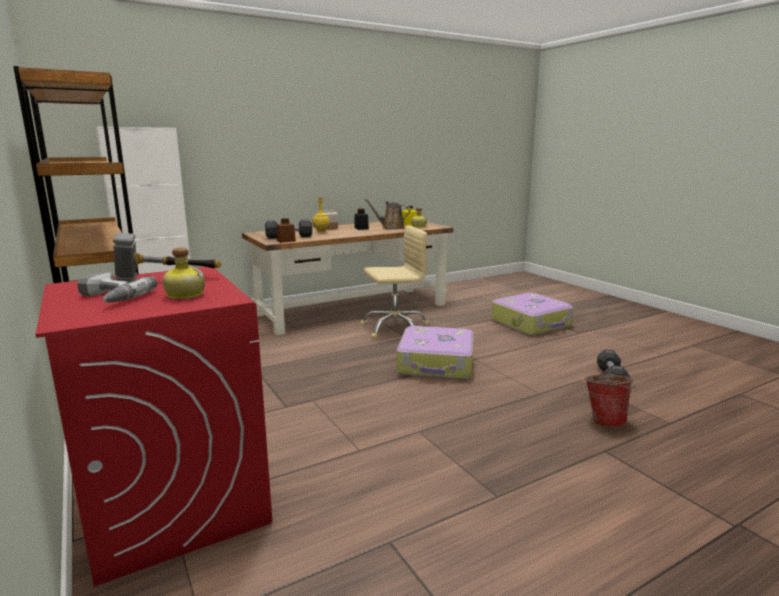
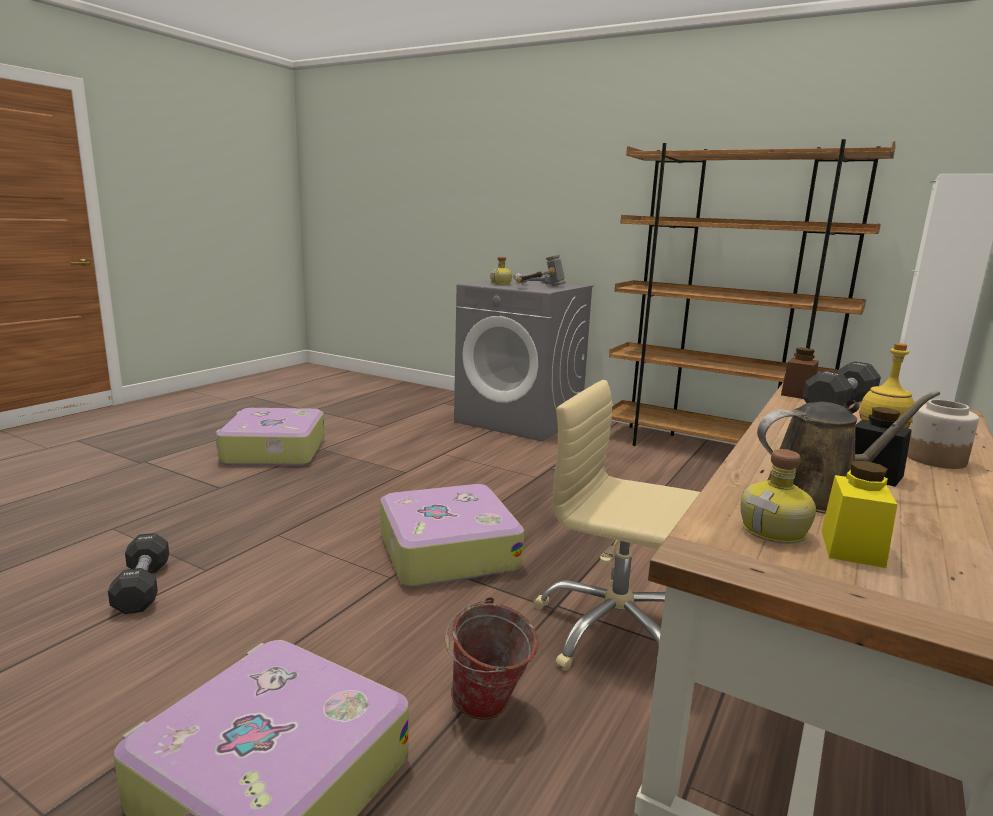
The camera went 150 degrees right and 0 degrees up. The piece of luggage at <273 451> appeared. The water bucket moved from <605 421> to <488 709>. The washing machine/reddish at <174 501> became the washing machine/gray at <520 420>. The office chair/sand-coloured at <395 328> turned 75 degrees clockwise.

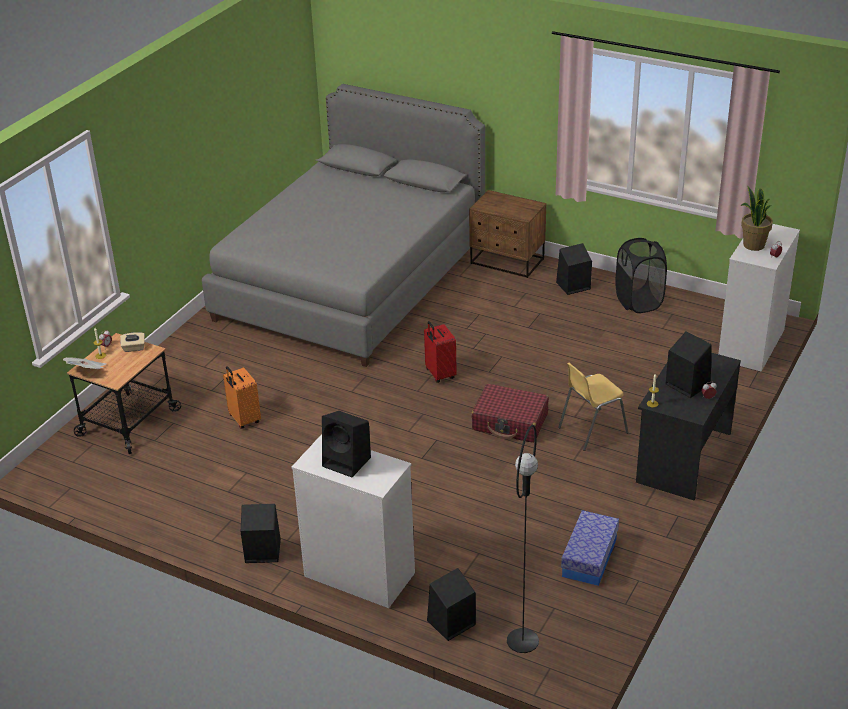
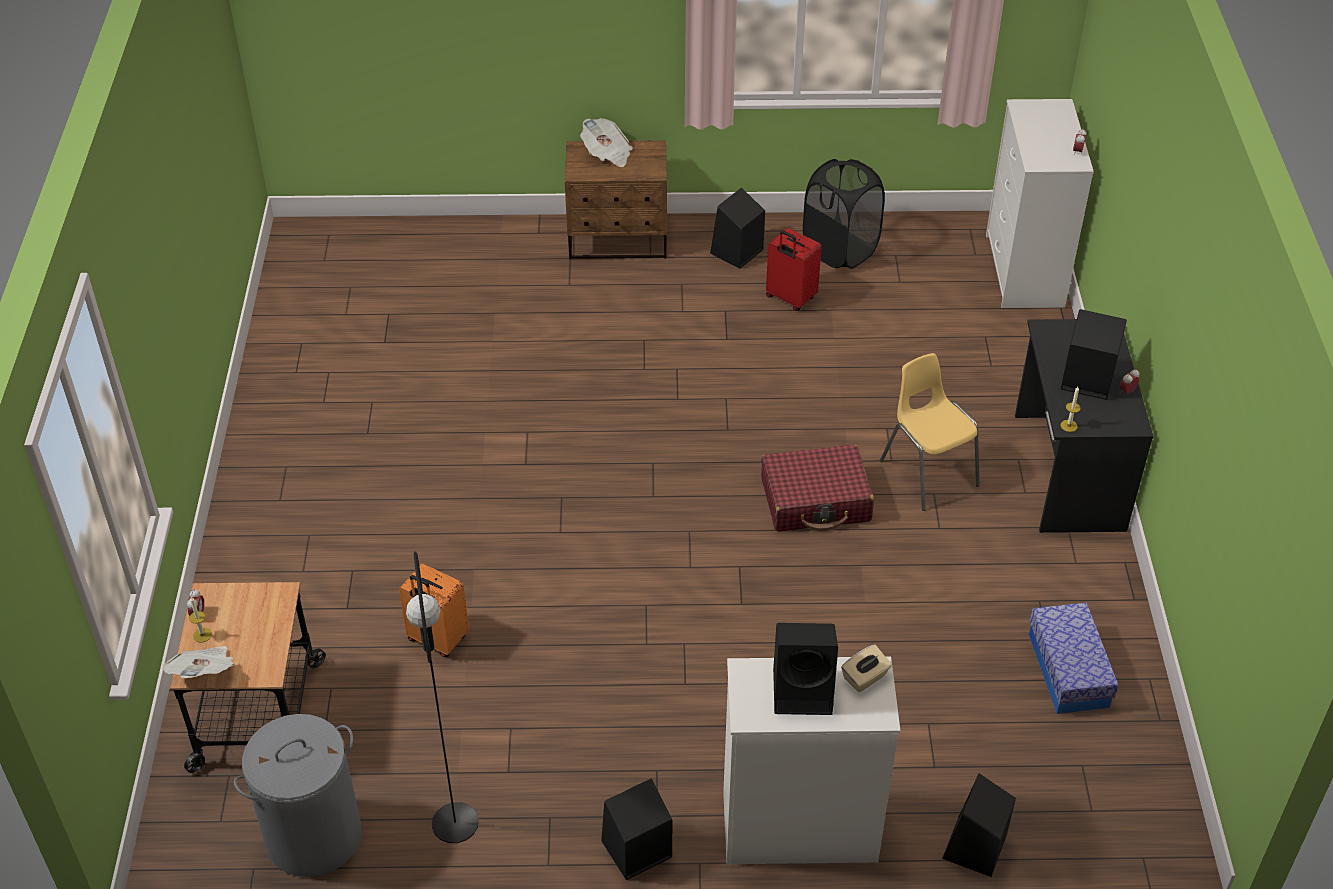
The camera went 30 degrees left and 10 degrees up. The washing basket/gray at <314 836> appeared. The standard lamp/black moved from <523 641> to <455 823>. The newspaper at <607 154> appeared. The piece of luggage/reddish moved from <439 374> to <790 298>. The tissue box/sand-coloured moved from <134 348> to <865 678>. The plain chair/yellow at <591 430> turned 120 degrees clockwise. The sleeping bed/gray at <352 281> disappeared. The plant in a pot at <753 245> disappeared.

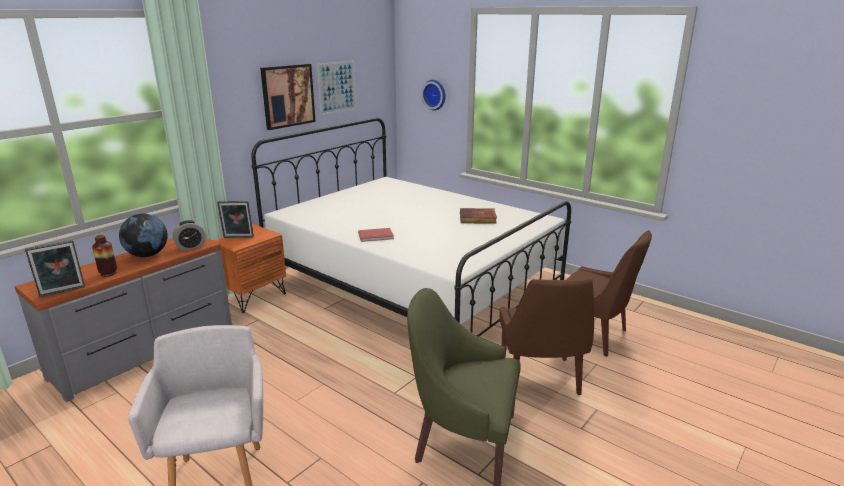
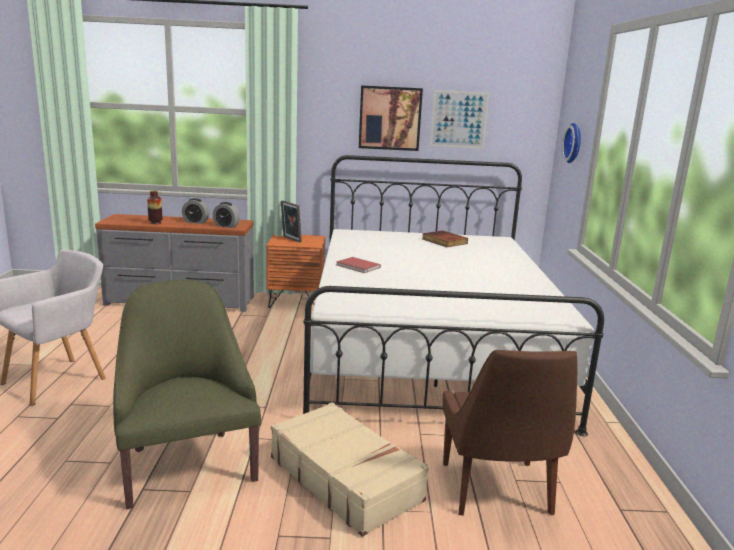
The camera went 50 degrees right and 5 degrees down. The desk globe at <147 255> was replaced by the table clock at <196 222>. The plain chair/brown at <540 379> was replaced by the piece of luggage/sand-coloured at <345 478>. The book moved from <477 218> to <443 241>. The photo frame at <62 292> disappeared.

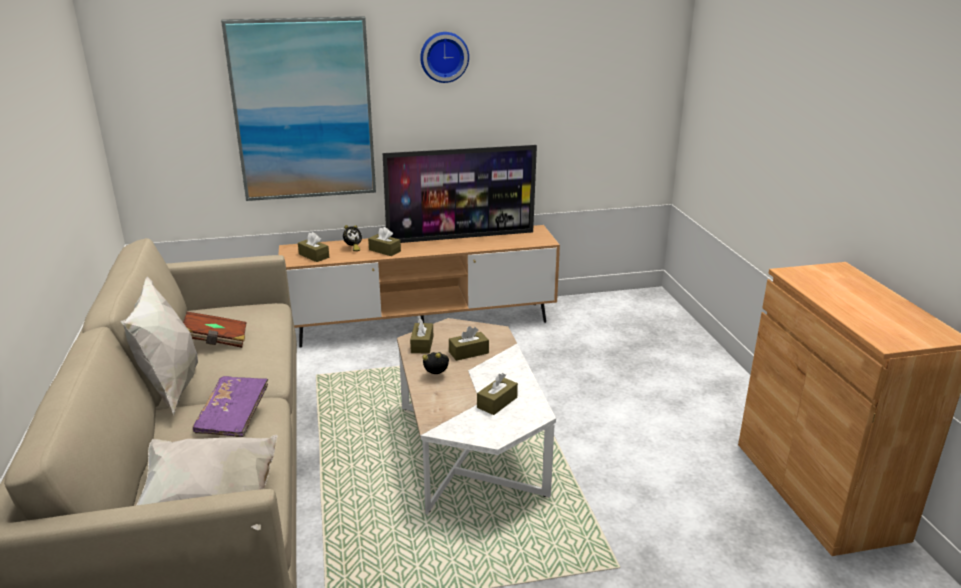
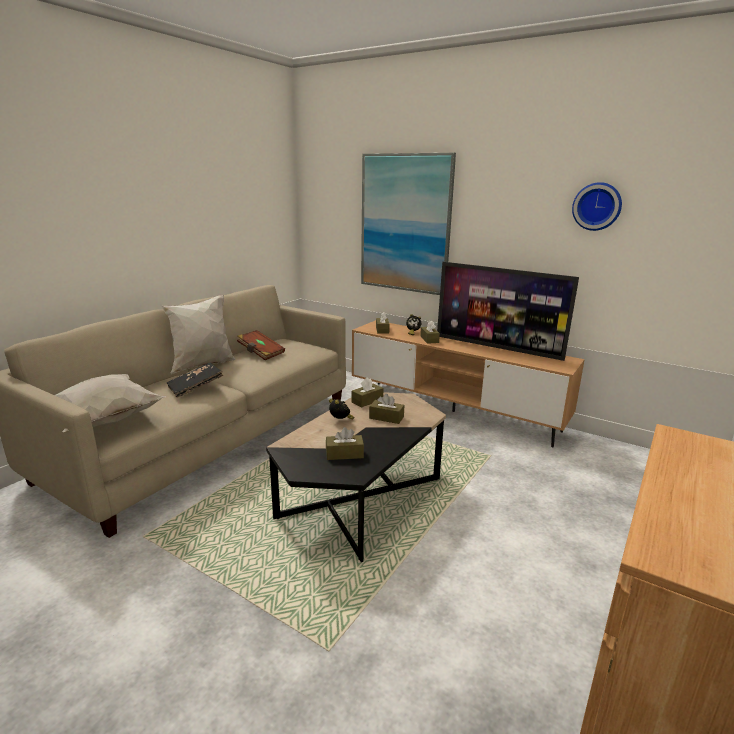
The camera went 45 degrees right and 5 degrees down. The book/purplish at <233 417> became the book/black at <195 388>. The coffee table/white at <469 450> became the coffee table/black at <360 498>. The wall clock moved from <444 56> to <597 206>.

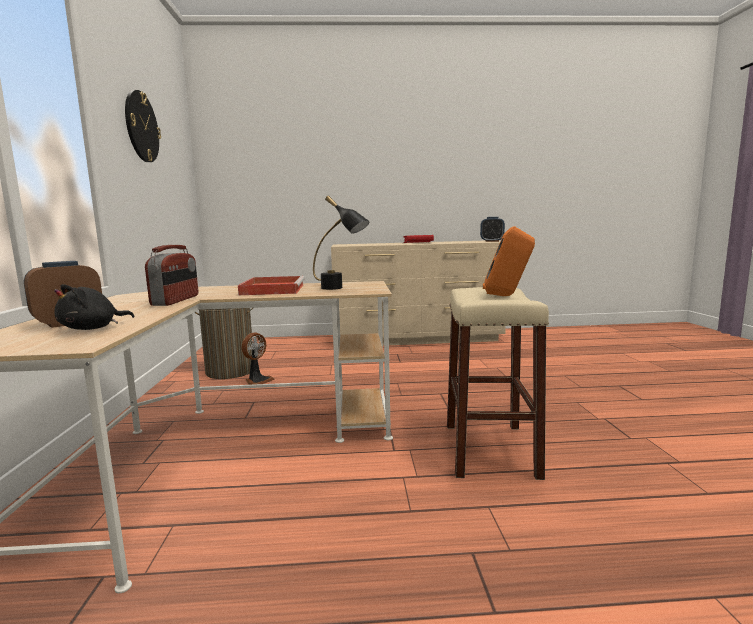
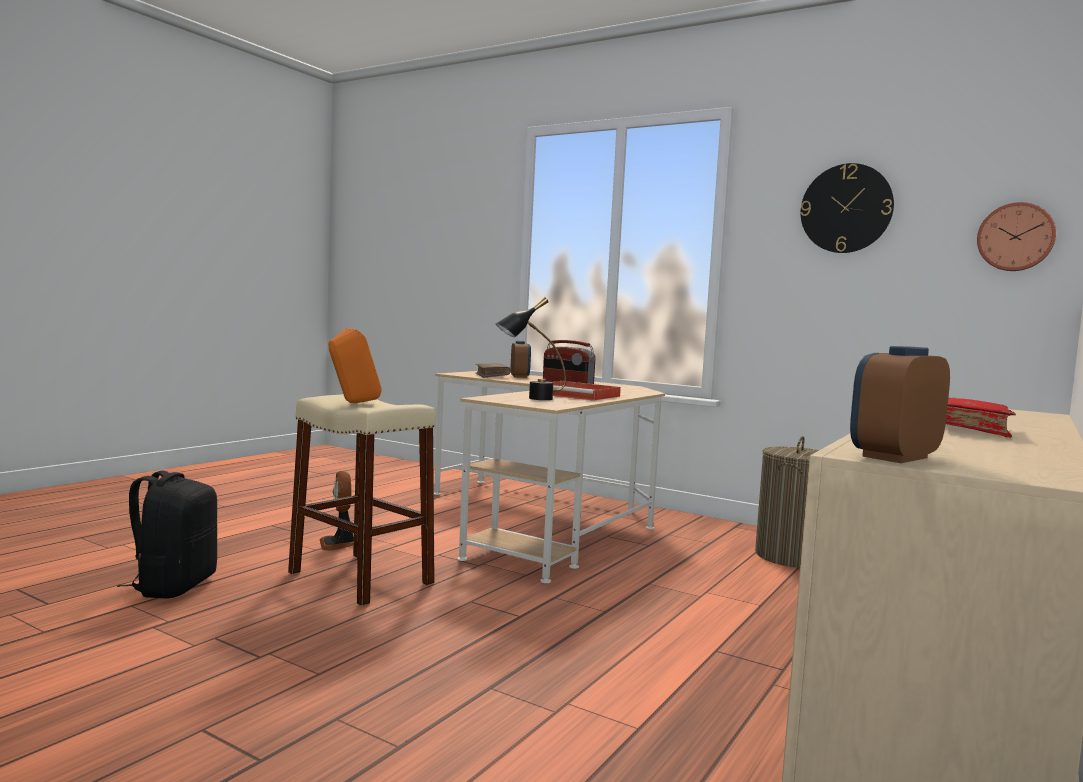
The camera went 125 degrees right and 5 degrees down. The knapsack/black at <173 586> appeared. The cooling fan moved from <257 381> to <338 544>. The plush toy/black at <92 328> was replaced by the book/brown at <492 376>. The wall clock at <1015 237> appeared.

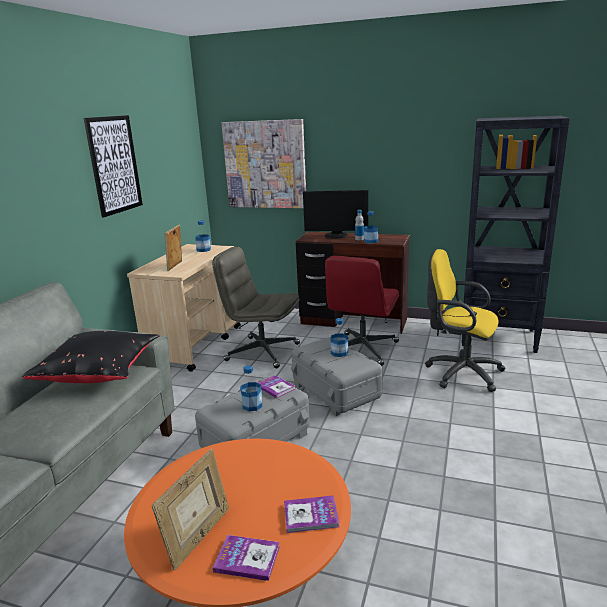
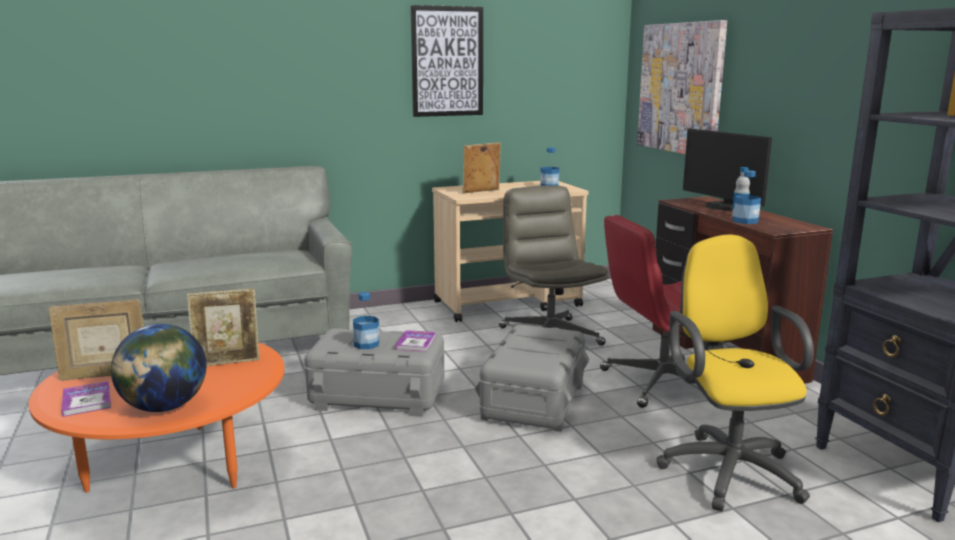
The camera went 50 degrees right and 5 degrees down. The book at <311 515> was replaced by the desk globe at <164 407>. The photo frame at <227 362> appeared. The pillow/black at <100 373> disappeared. The bottle at <339 353> disappeared.

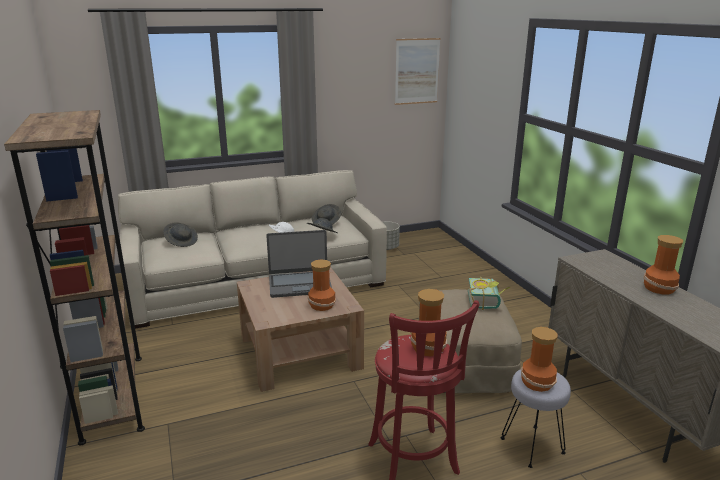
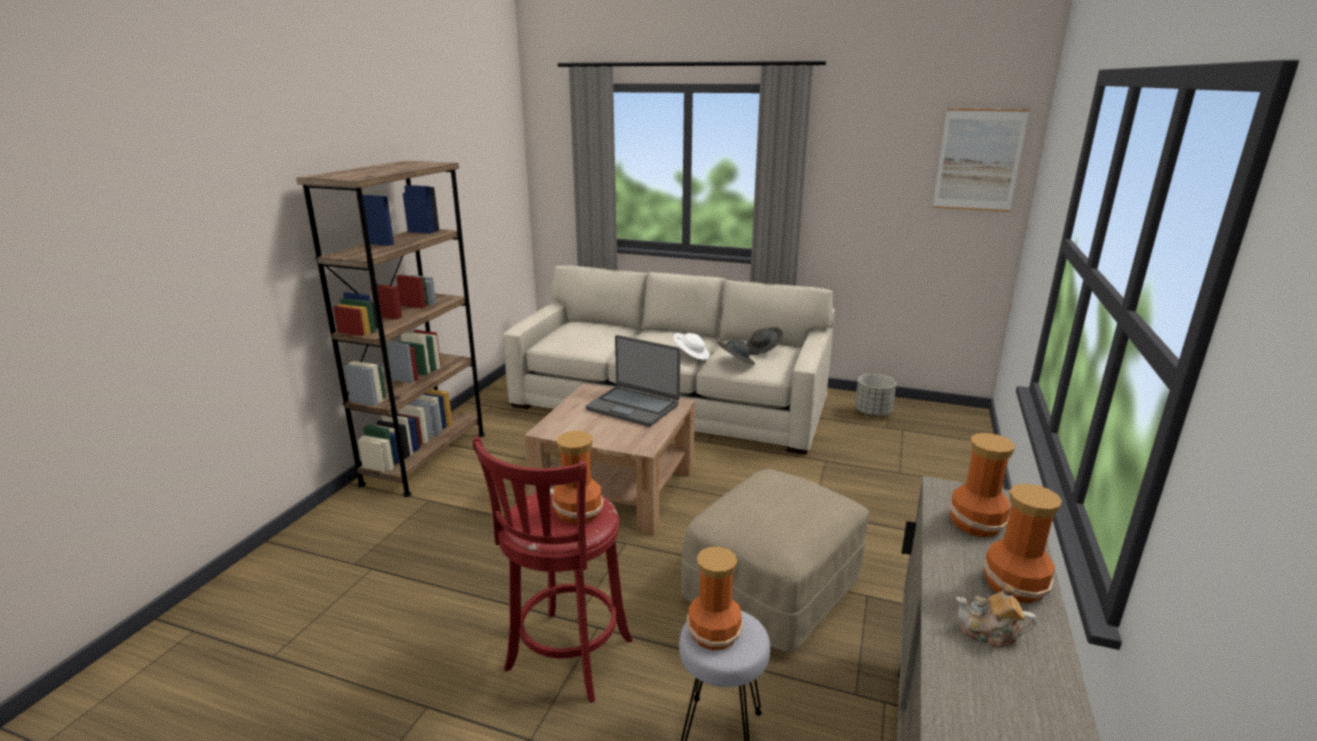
The camera went 40 degrees right and 0 degrees up. The decorative vase moved from <321 305> to <974 522>. The teapot at <989 634> appeared. The hat/gray at <182 242> disappeared. The book at <487 302> disappeared.

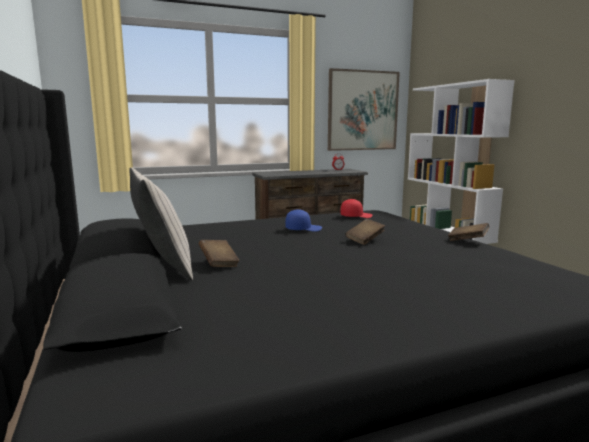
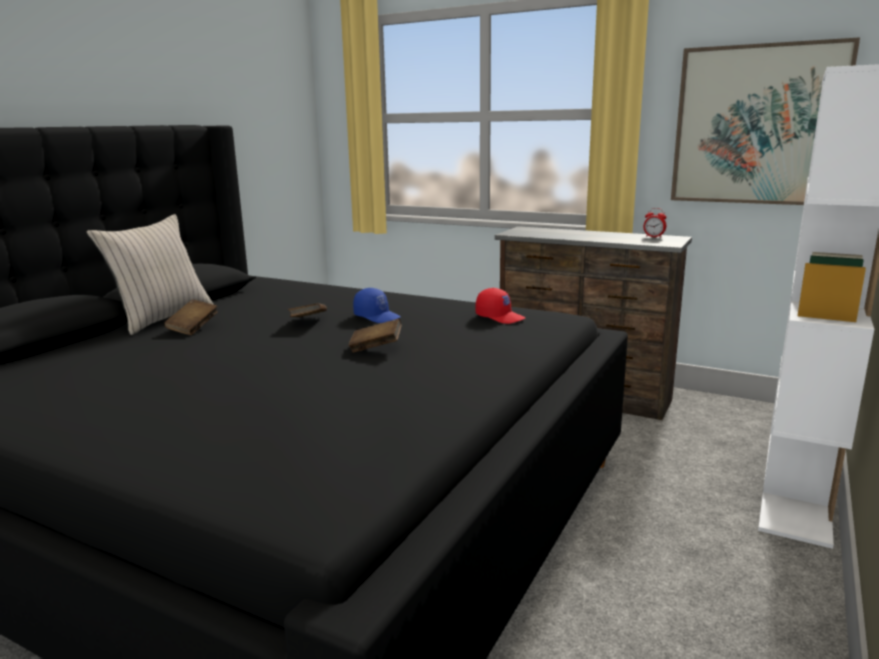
The camera went 50 degrees right and 5 degrees up. The book/brown moved from <467 241> to <308 322>.

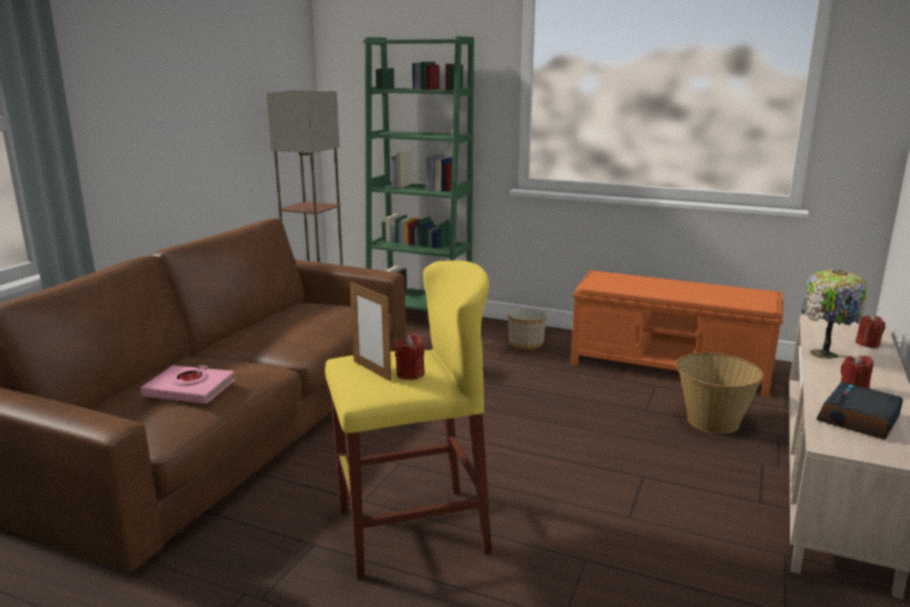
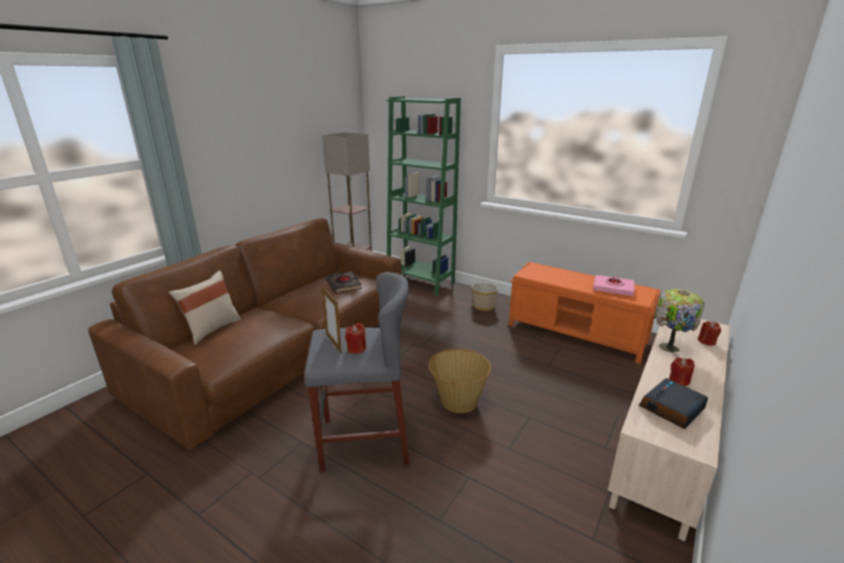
The camera went 10 degrees right and 5 degrees up. The pillow/sand-coloured at <212 329> appeared. The sitting stool/yellow at <412 531> became the sitting stool/gray at <364 441>. The book/black at <344 285> appeared. The storage basket moved from <712 421> to <458 401>. The book/pink-coloured moved from <190 390> to <613 288>.

